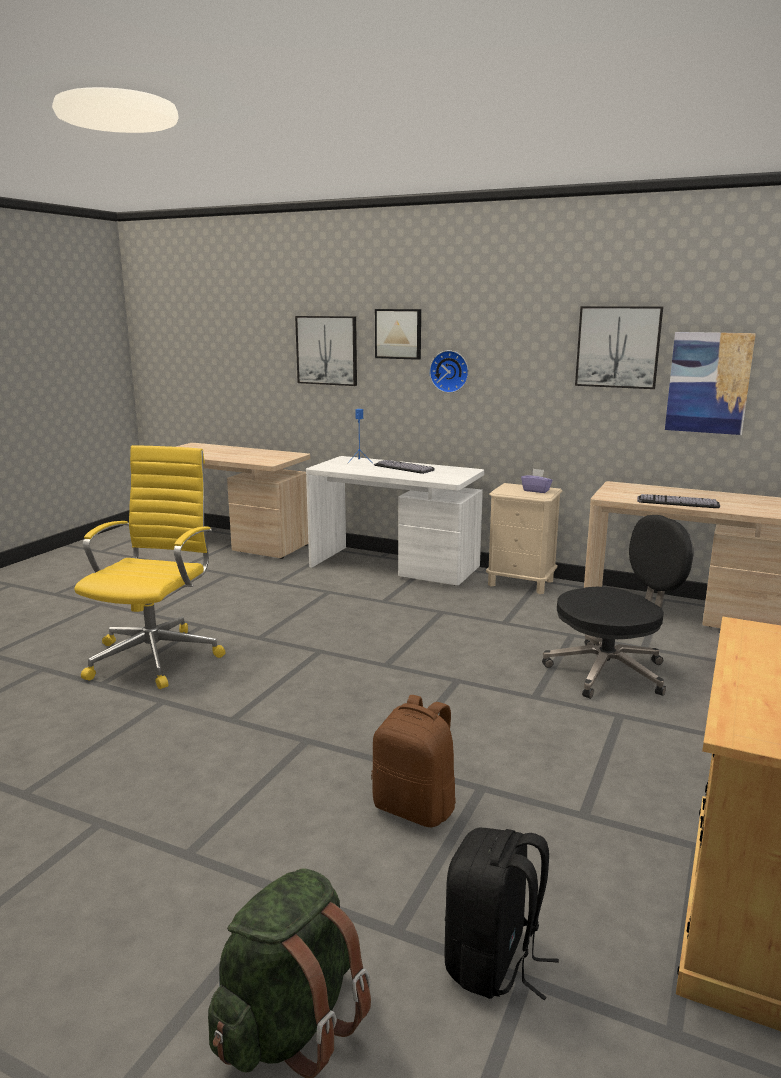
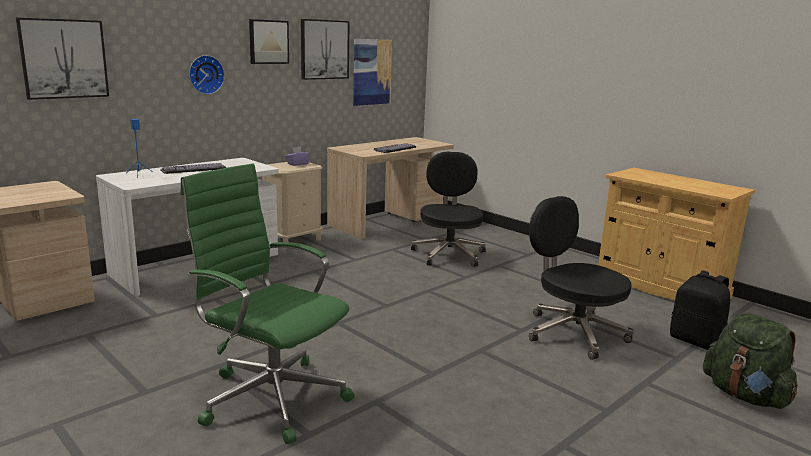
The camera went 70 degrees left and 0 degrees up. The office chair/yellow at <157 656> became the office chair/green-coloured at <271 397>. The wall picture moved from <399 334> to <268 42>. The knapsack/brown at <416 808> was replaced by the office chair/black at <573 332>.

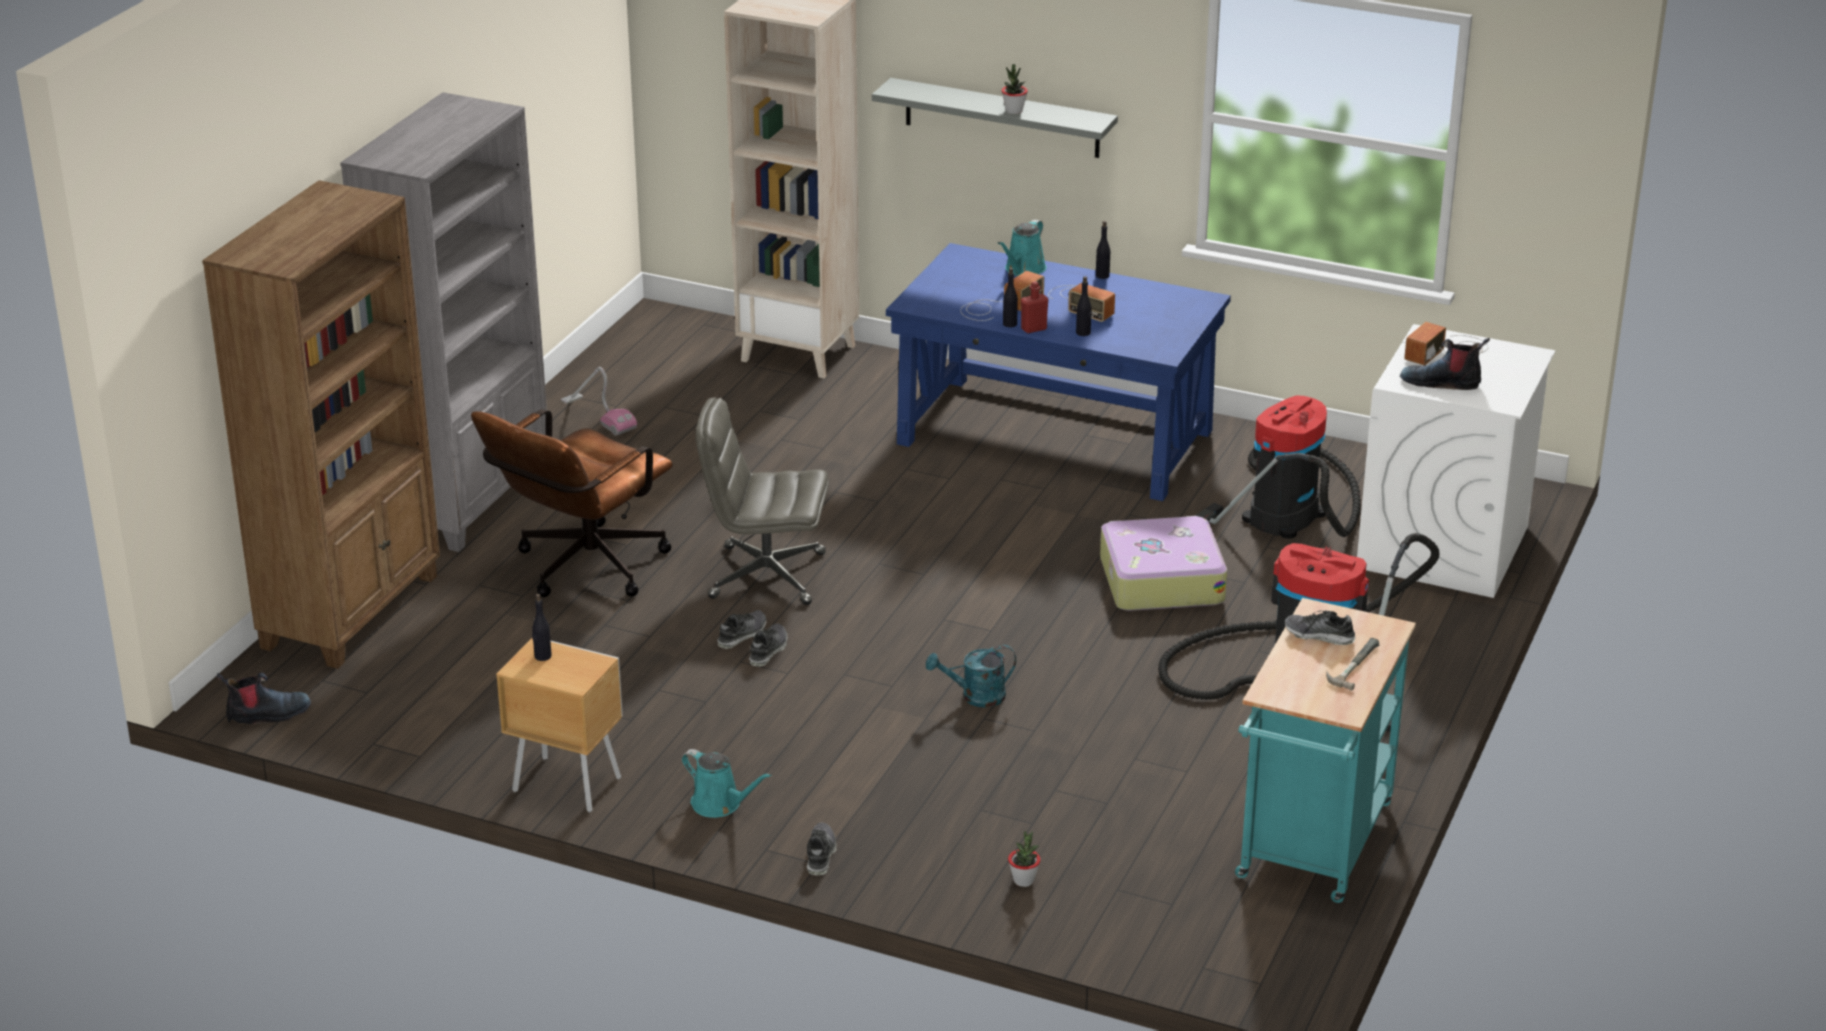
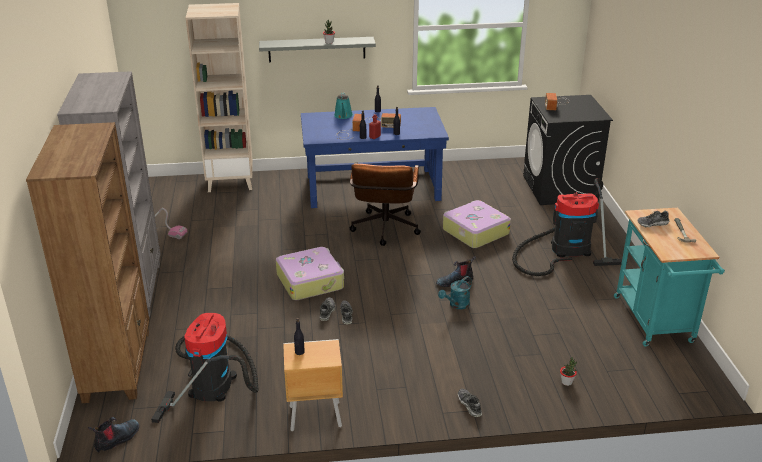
The camera went 30 degrees left and 0 degrees up. The hoover moved from <1287 512> to <213 381>. The office chair/gray at <765 576> was replaced by the piece of luggage at <310 281>. The office chair/brown moved from <581 570> to <384 231>. The high-top boot moved from <1441 382> to <455 281>. The washing machine/white at <1443 547> became the washing machine/black at <560 188>. The sprinkling can/turquoise-coloured at <720 804> disappeared.

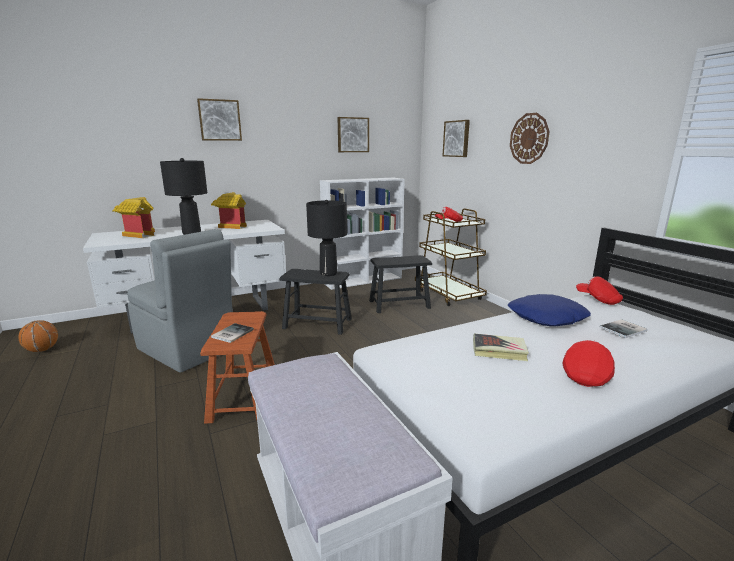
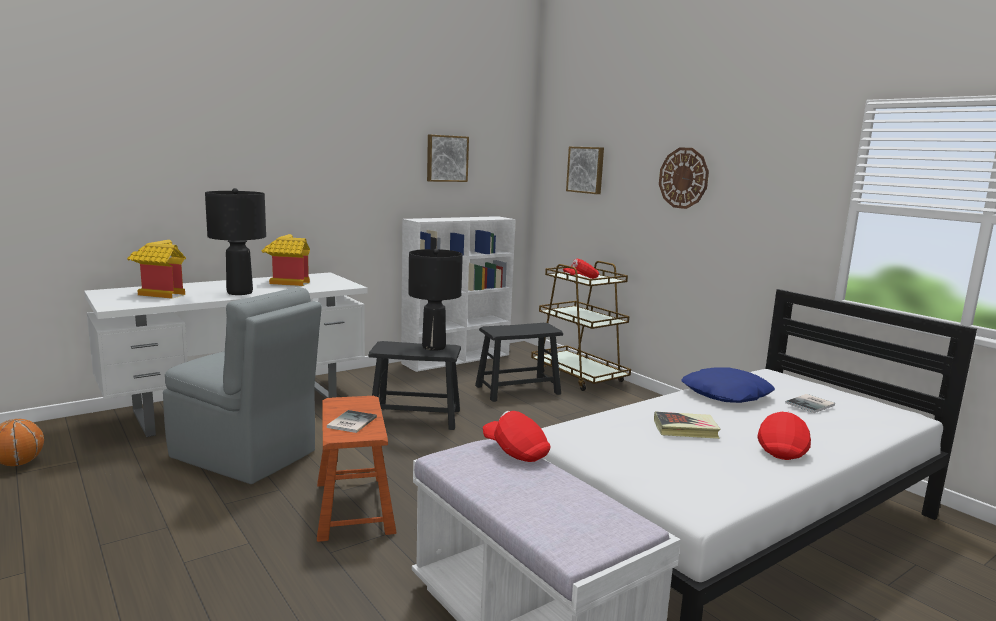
The camera went 10 degrees left and 5 degrees down. The cap/reddish moved from <598 299> to <516 451>. The wall picture at <219 120> disappeared.

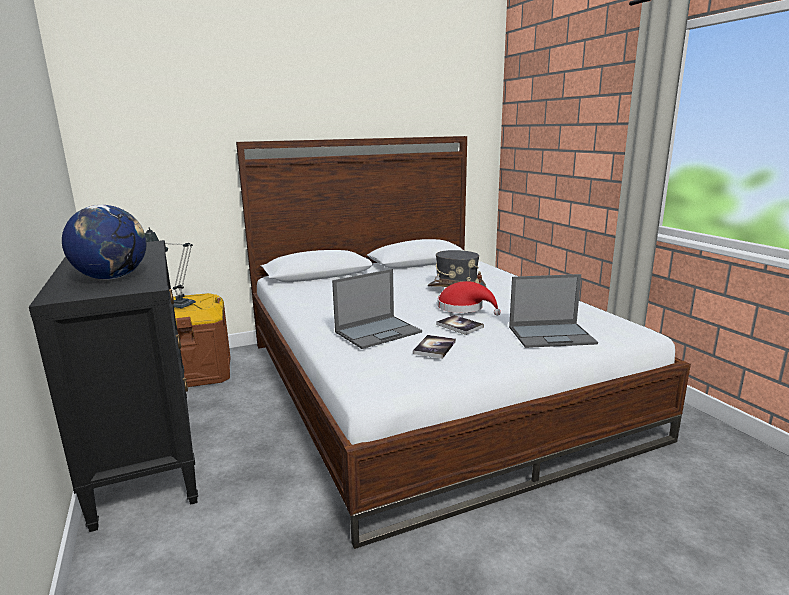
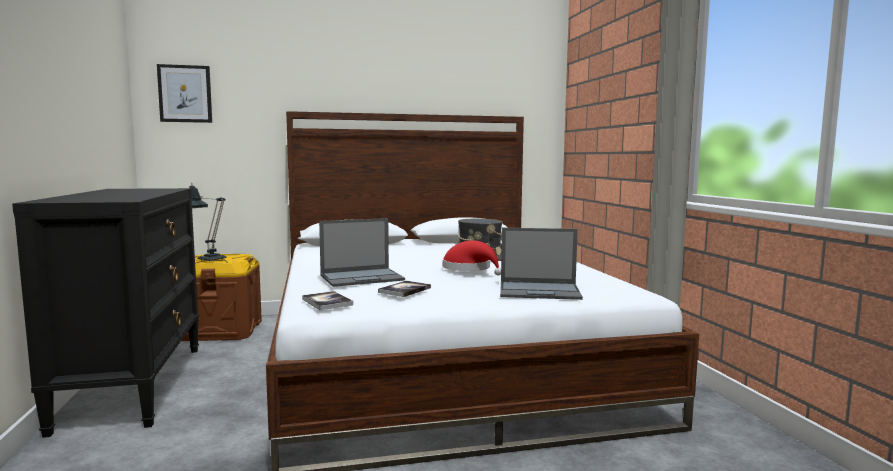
The camera went 10 degrees right and 10 degrees down. The wall picture at <185 94> appeared. The book moved from <459 326> to <327 302>. The desk globe at <112 278> disappeared.

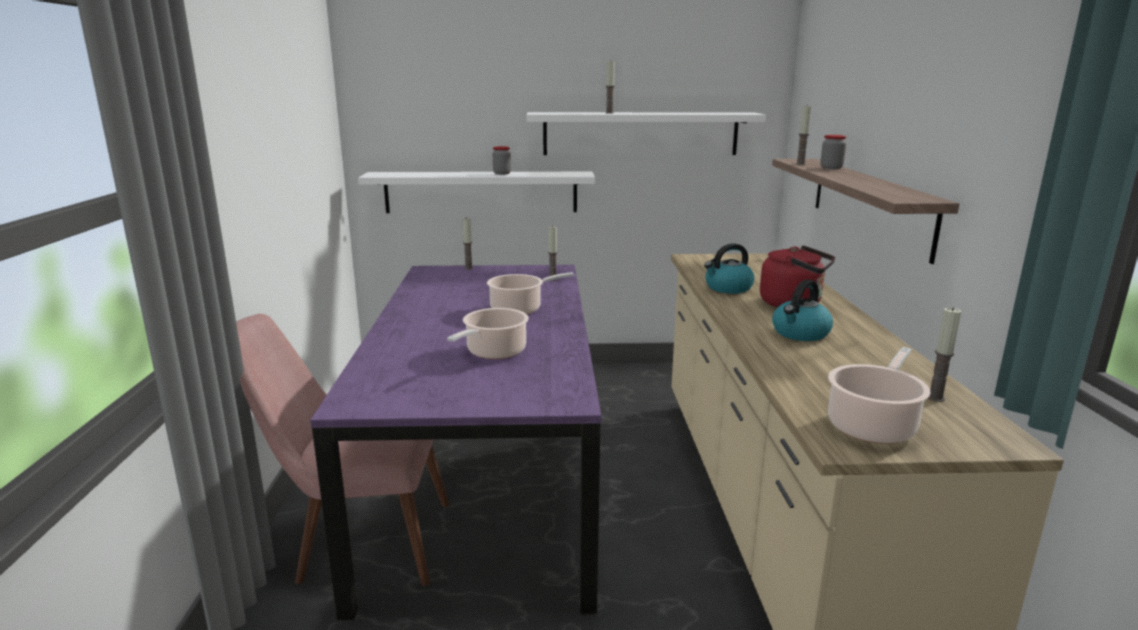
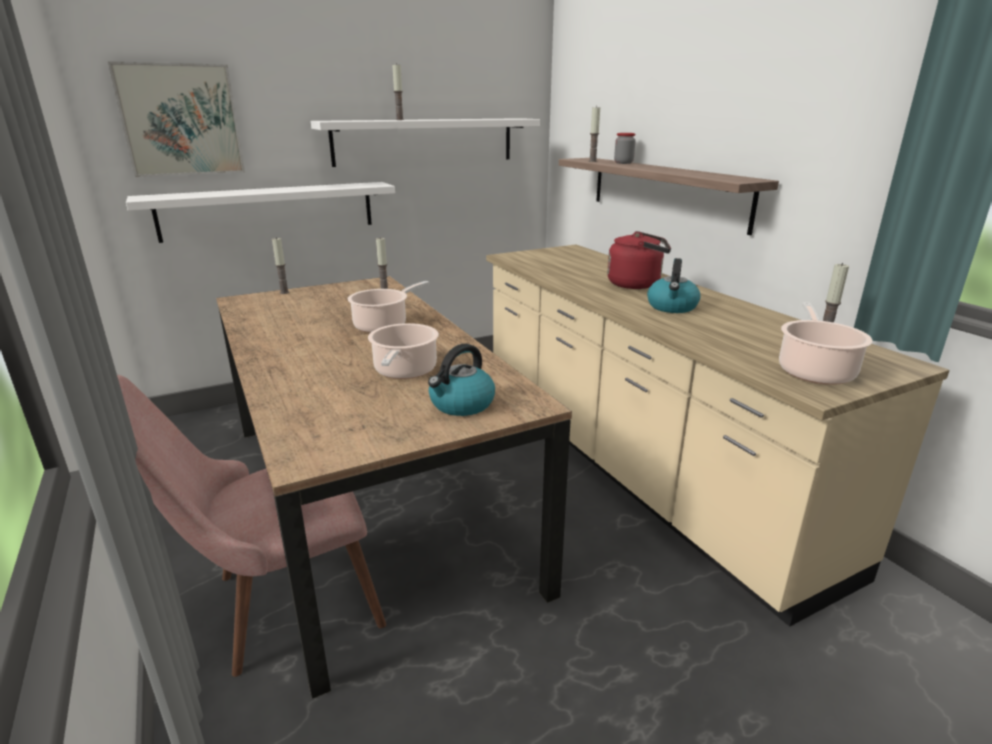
The camera went 25 degrees left and 5 degrees up. The wall picture at <181 120> appeared. The dinner table/purplish at <487 475> became the dinner table/brown at <371 499>. The water kettle moved from <728 288> to <461 404>. The storage jar at <502 173> disappeared.

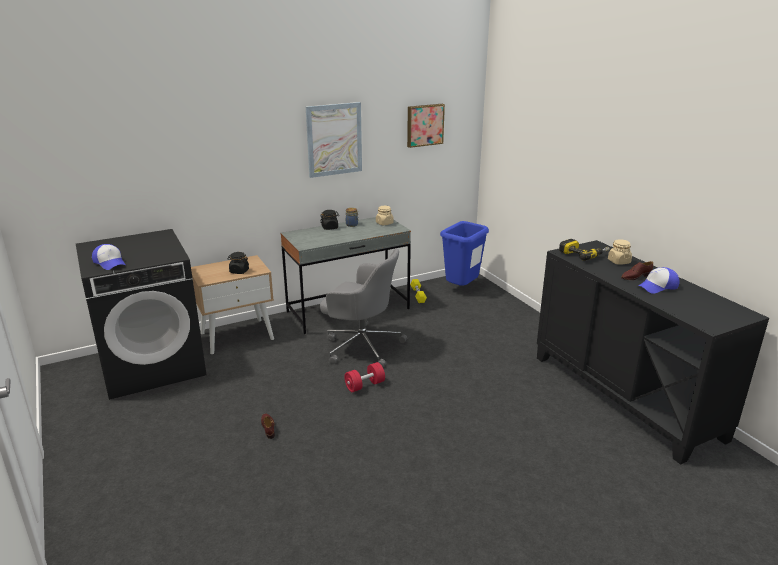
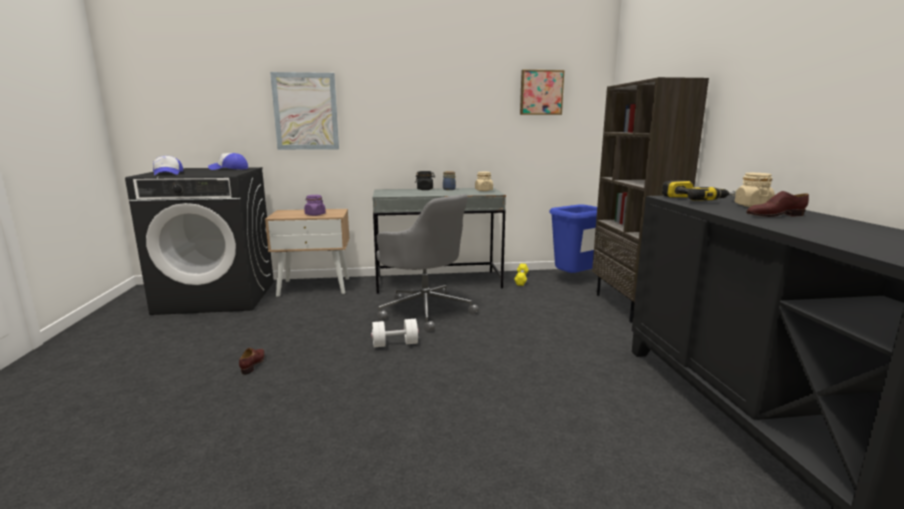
The camera went 20 degrees right and 10 degrees down. The cap moved from <657 287> to <229 169>. The wall picture moved from <334 139> to <306 111>. The storage jar/black at <239 271> became the storage jar/purplish at <315 214>. The dumbbell/reddish at <365 385> became the dumbbell/white at <395 344>. The shelving unit/brown at <630 307> appeared.

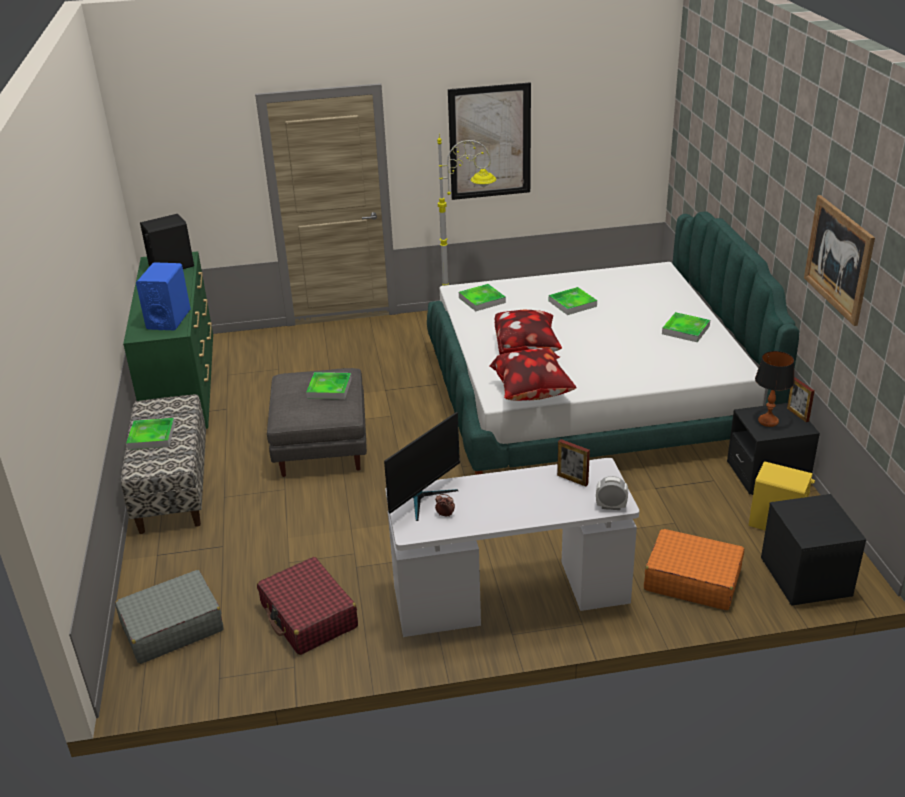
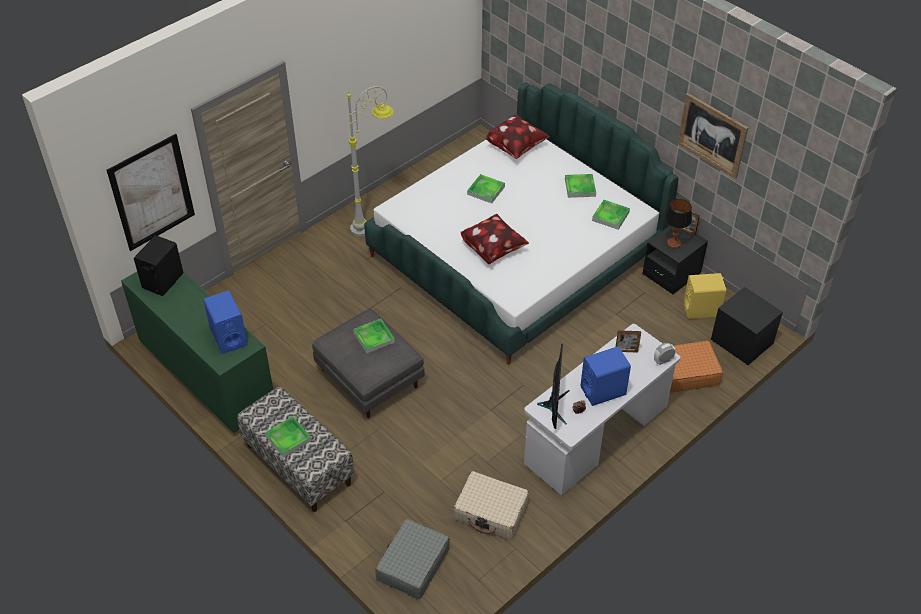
The camera went 35 degrees left and 15 degrees up. The wall picture moved from <490 142> to <152 193>. The piece of luggage/reddish at <309 616> became the piece of luggage/sand-coloured at <491 511>. The pillow moved from <532 394> to <517 148>. The speaker/blue-coloured at <603 390> appeared. The tray moved from <482 300> to <610 216>.

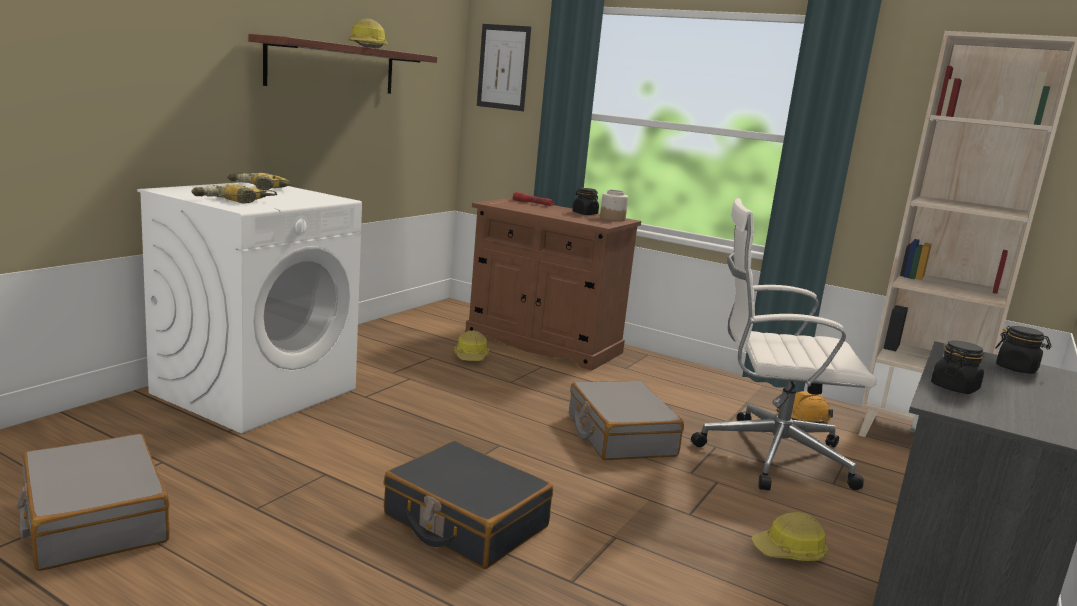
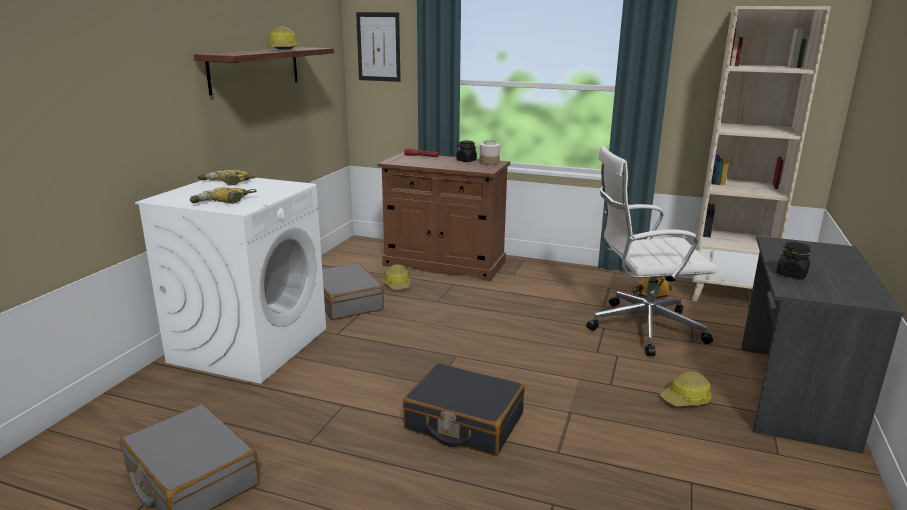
The camera went 10 degrees left and 5 degrees up. The piece of luggage/gray moved from <620 435> to <345 302>. The storage jar/black at <1016 368> disappeared.

